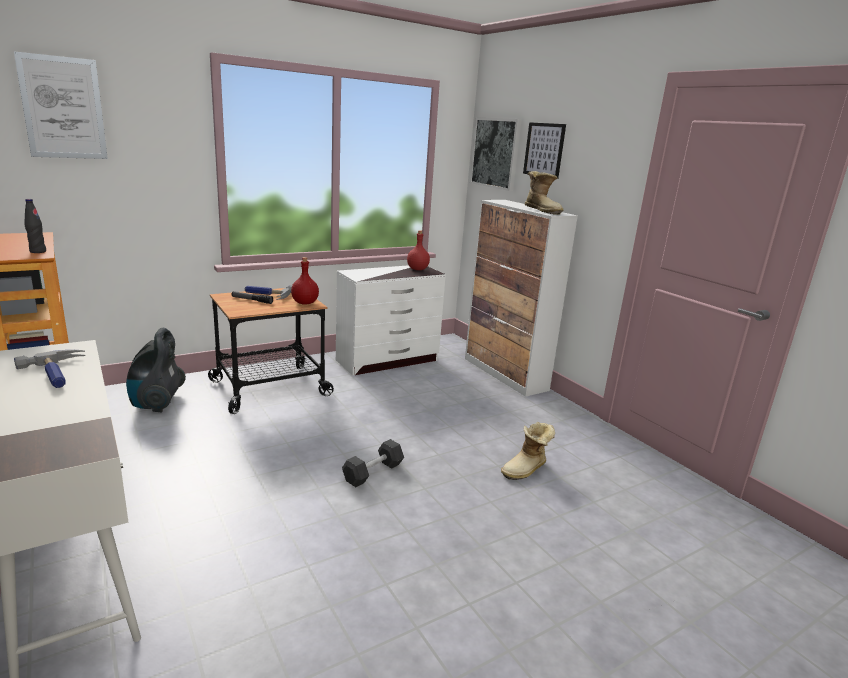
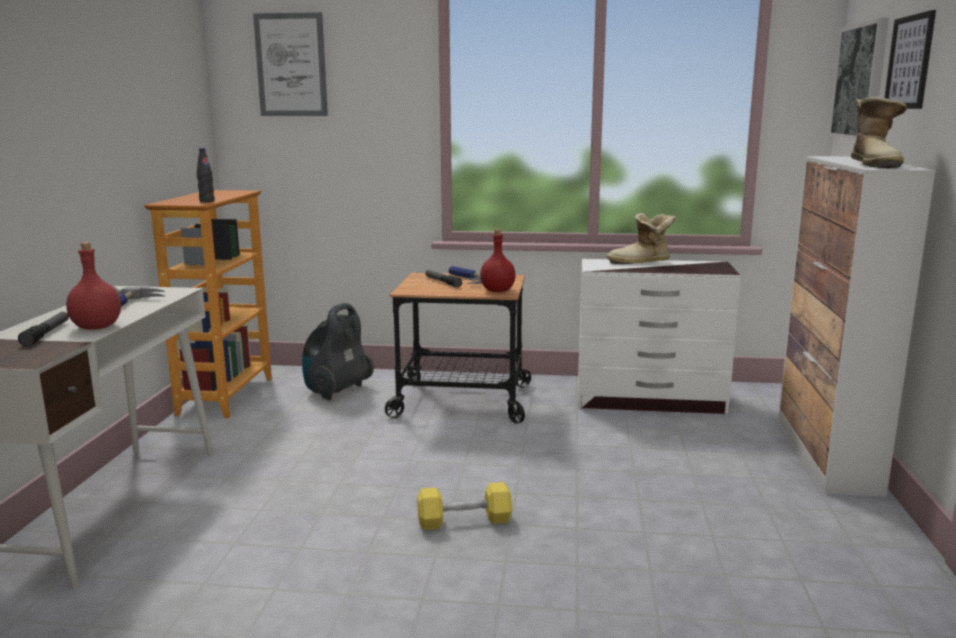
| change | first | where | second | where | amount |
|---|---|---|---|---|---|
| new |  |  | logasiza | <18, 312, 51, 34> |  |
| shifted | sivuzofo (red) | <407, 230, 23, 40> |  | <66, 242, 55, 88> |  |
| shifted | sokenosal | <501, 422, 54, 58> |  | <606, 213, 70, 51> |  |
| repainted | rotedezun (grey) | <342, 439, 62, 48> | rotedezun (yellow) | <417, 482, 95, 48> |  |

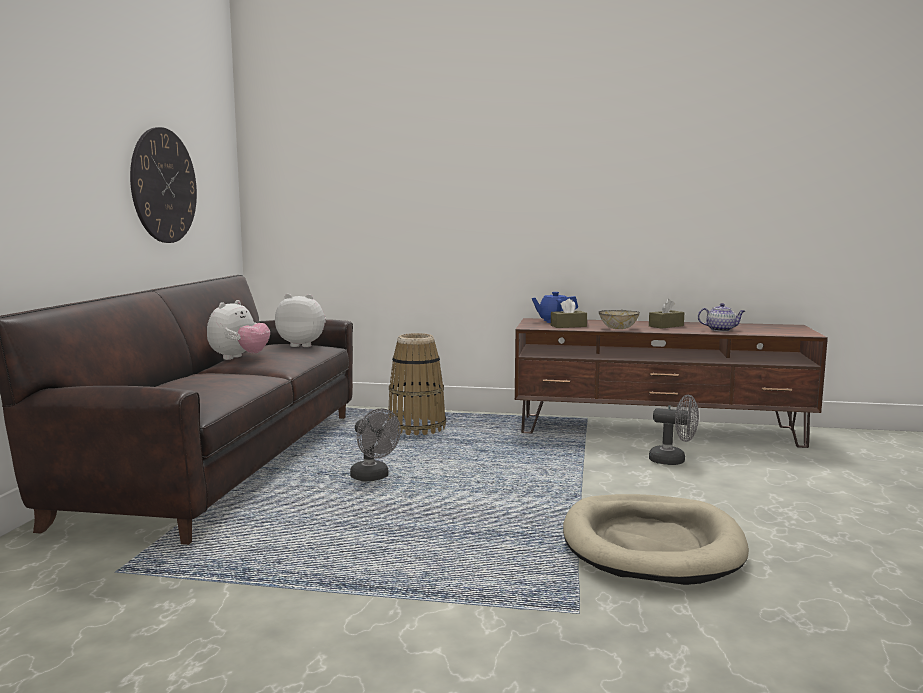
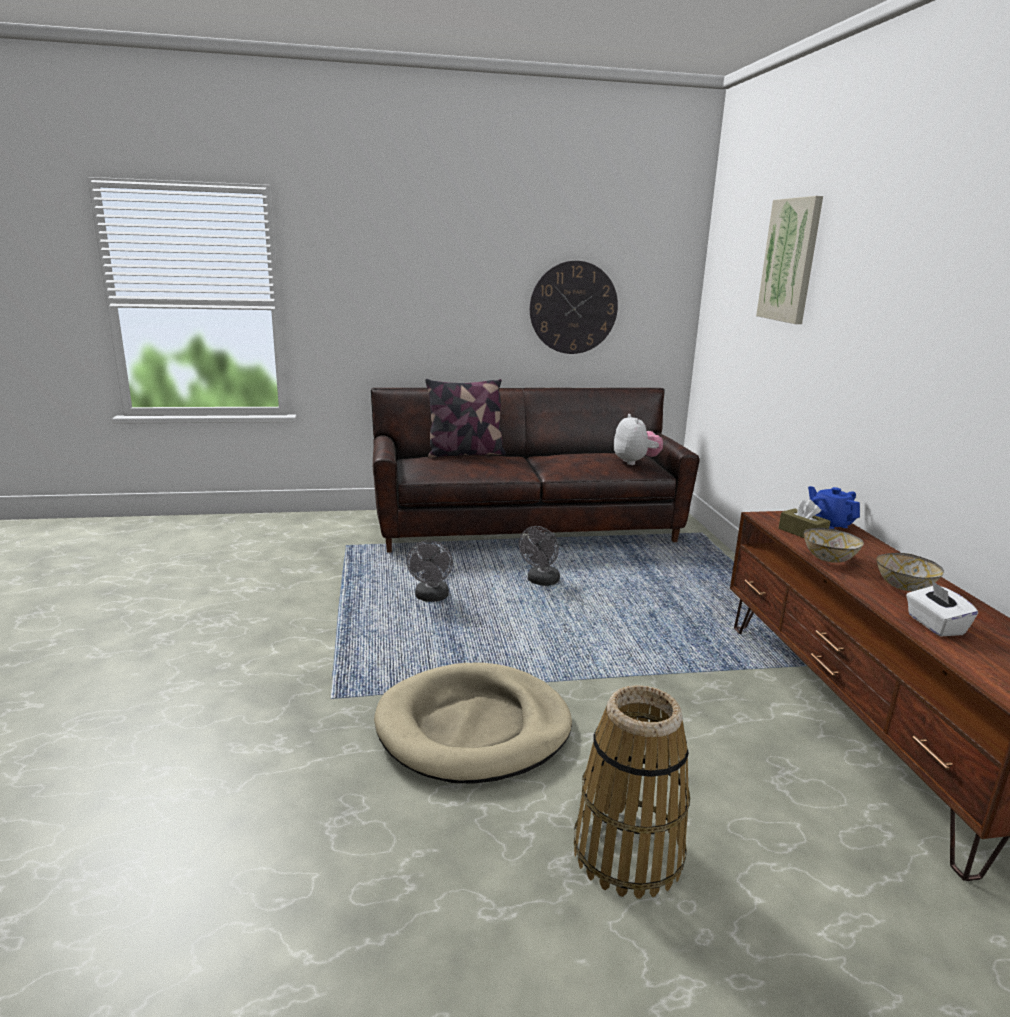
| change | first | where | second | where | amount |
|---|---|---|---|---|---|
| gone | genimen | <207, 300, 63, 60> |  |  |  |
| new |  |  | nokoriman | <425, 379, 81, 79> |  |
| new |  |  | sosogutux | <756, 196, 67, 128> |  |
| shifted | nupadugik | <387, 333, 59, 102> |  | <574, 685, 116, 214> |  |
| shifted | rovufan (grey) | <649, 395, 50, 70> |  | <407, 540, 46, 62> |  |
| swapped | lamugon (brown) | <649, 299, 35, 30> | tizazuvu | <877, 553, 67, 38> |  |
| swapped | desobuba | <698, 303, 47, 29> | lamugon (white) | <906, 580, 72, 57> |  |

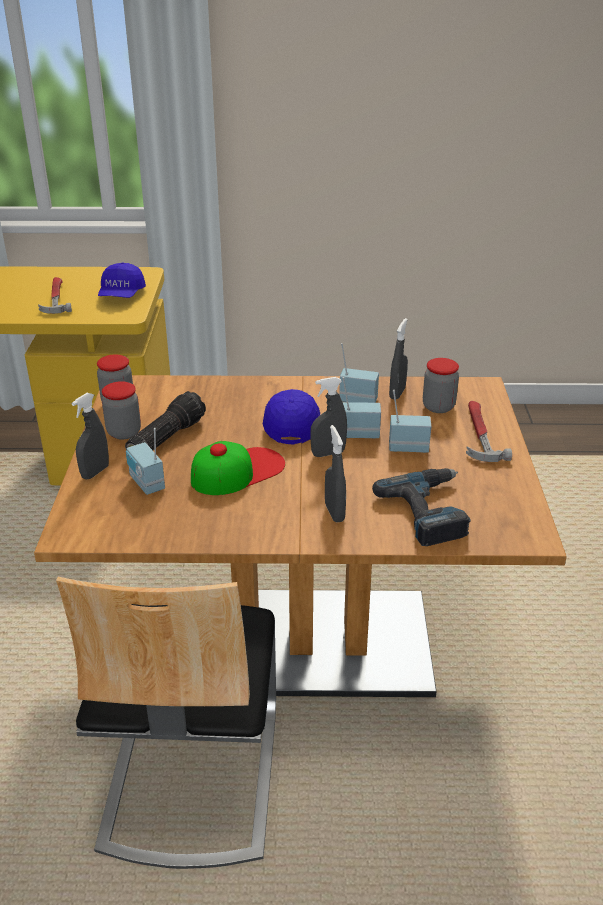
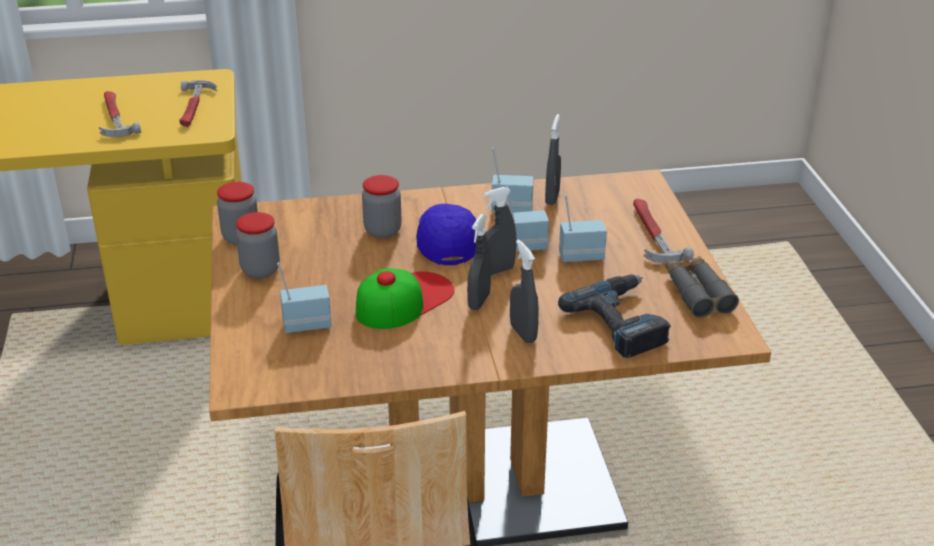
| change | first | where | second | where | amount |
|---|---|---|---|---|---|
| gone | logasiza | <125, 391, 81, 59> |  |  |  |
| new |  |  | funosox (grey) | <665, 256, 74, 62> |  |
| shifted | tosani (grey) | <72, 393, 37, 86> |  | <467, 214, 24, 96> |  |
| shifted | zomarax | <423, 358, 36, 55> |  | <362, 175, 40, 63> |  |
| swapped | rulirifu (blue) | <98, 263, 48, 35> | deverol | <179, 80, 38, 47> |  |
| rotated | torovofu | <126, 428, 39, 67> |  | <277, 262, 55, 71> | 120 degrees clockwise |

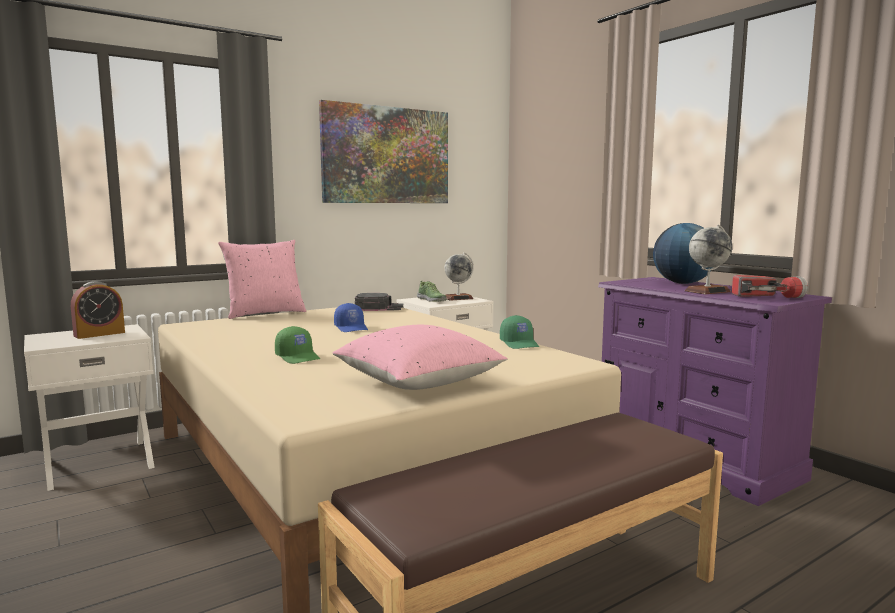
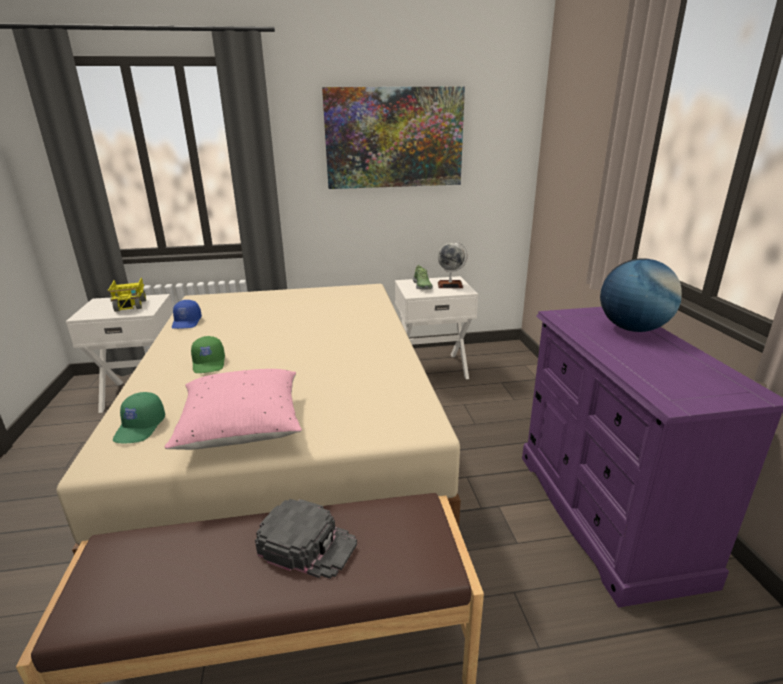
| change | first | where | second | where | amount |
|---|---|---|---|---|---|
| gone | nokoriman (pink) | <218, 240, 88, 79> |  |  |  |
| gone | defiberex | <685, 225, 48, 69> |  |  |  |
| gone | logasiza | <732, 275, 76, 23> |  |  |  |
| shifted | rulirifu (blue) | <334, 303, 34, 29> |  | <172, 300, 30, 29> |  |
| shifted | rulirifu (black) | <355, 293, 48, 18> |  | <255, 499, 102, 80> |  |
| shifted | rulirifu (green) | <500, 315, 39, 34> |  | <113, 392, 52, 52> |  |
| swapped | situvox | <71, 281, 54, 58> | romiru | <108, 277, 38, 35> |  |

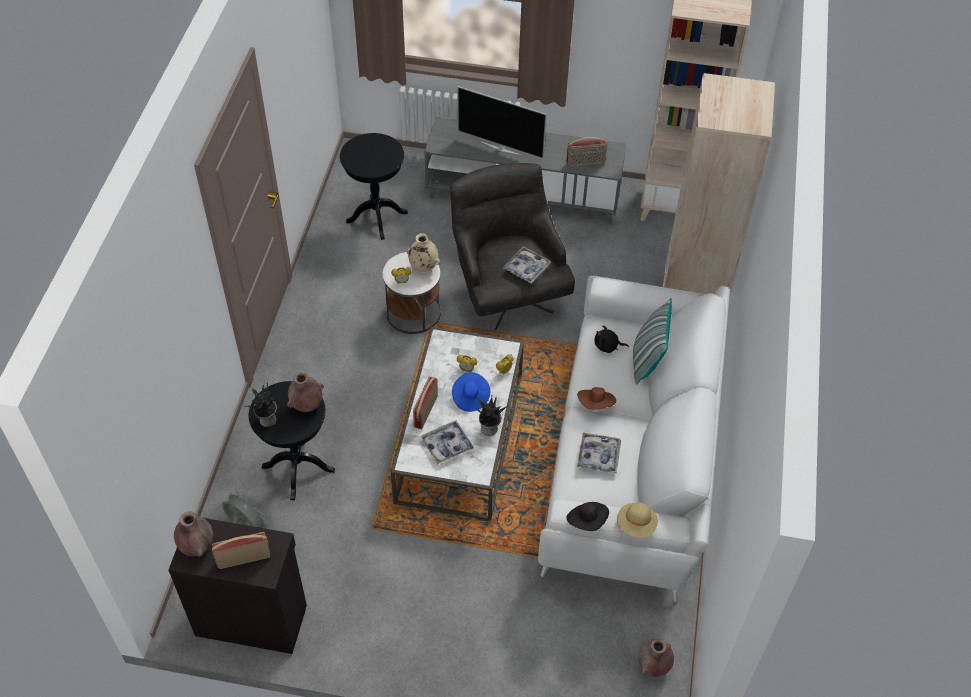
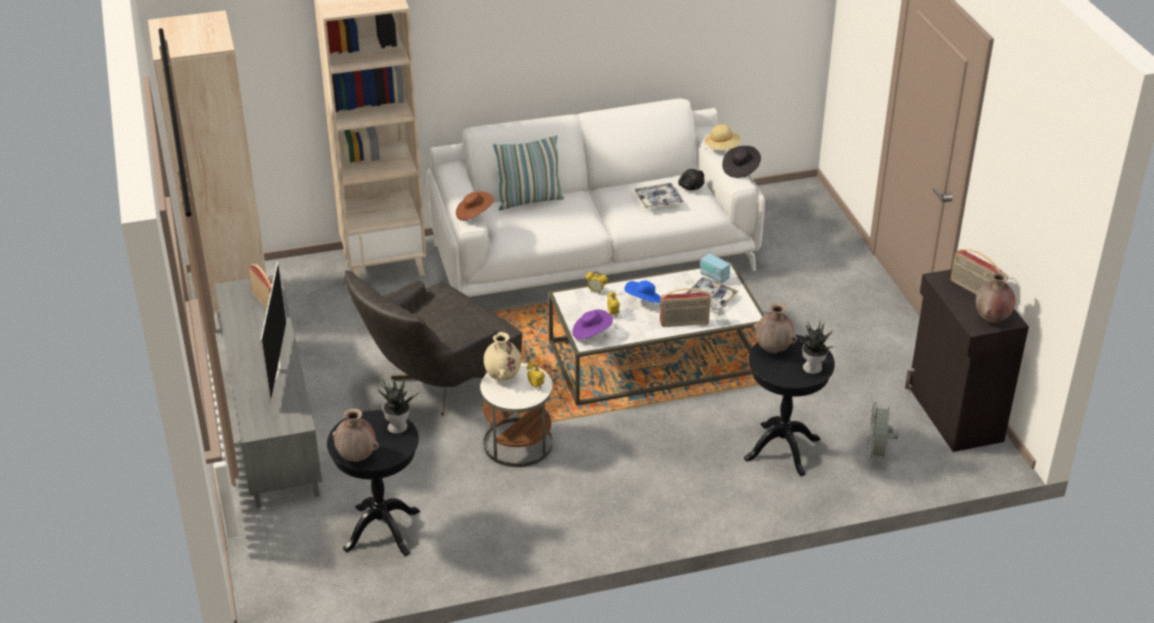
| change | first | where | second | where | amount |
|---|---|---|---|---|---|
| gone | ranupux | <503, 246, 48, 38> |  |  |  |
| new |  |  | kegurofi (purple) | <572, 310, 41, 30> |  |
| new |  |  | torovofu | <700, 253, 31, 31> |  |
| shifted | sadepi | <477, 397, 31, 39> |  | <378, 378, 40, 56> |  |
| shifted | kegurofi (brown) | <577, 387, 39, 23> |  | <456, 191, 38, 30> |  |
| shifted | genimen (black) | <594, 325, 35, 28> |  | <678, 169, 27, 21> |  |
| shifted | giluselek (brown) | <638, 639, 36, 38> |  | <332, 408, 47, 54> |  |

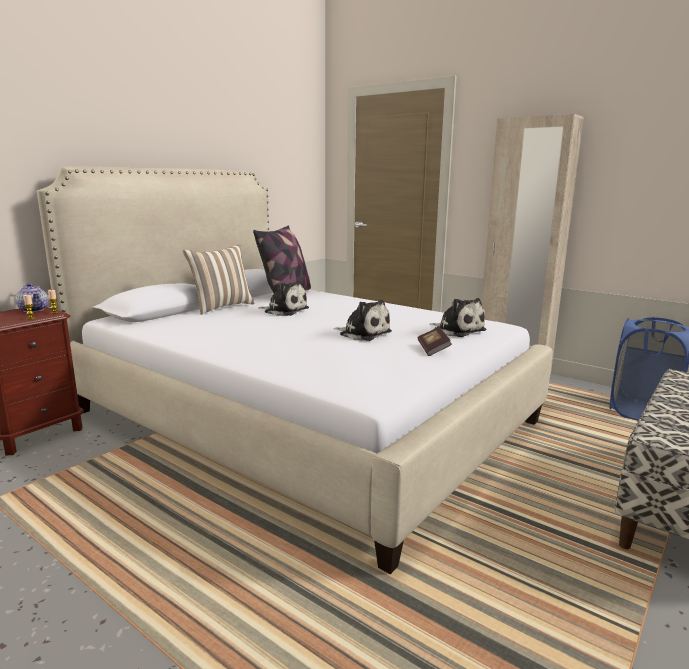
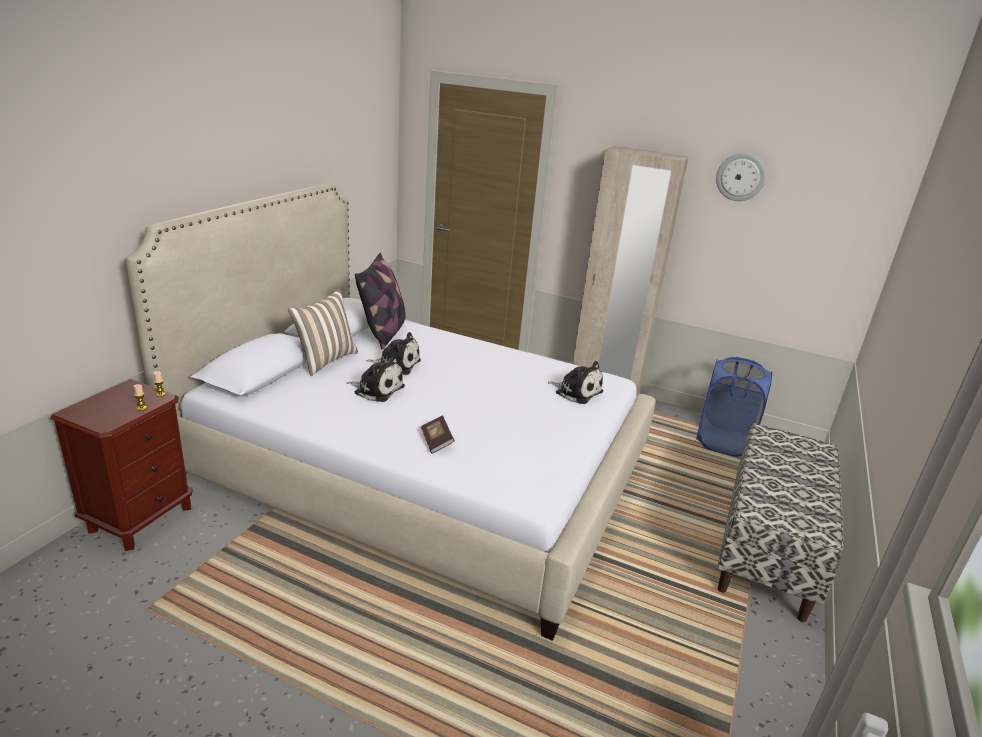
| change | first | where | second | where | amount |
|---|---|---|---|---|---|
| gone | desobuba | <15, 283, 33, 29> |  |  |  |
| new |  |  | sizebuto | <716, 153, 50, 48> |  |
| shifted | genimen | <333, 299, 59, 42> |  | <347, 355, 58, 47> |  |
| shifted | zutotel | <417, 327, 35, 29> |  | <421, 415, 34, 39> |  |

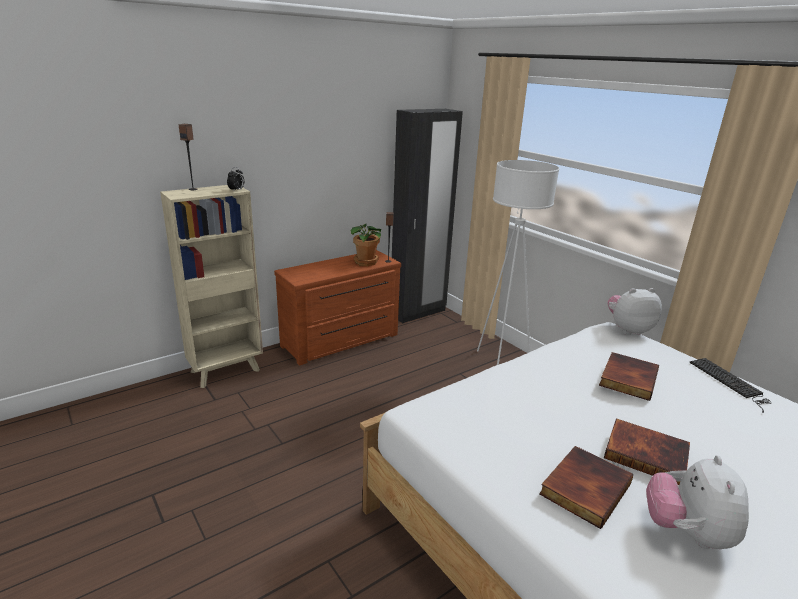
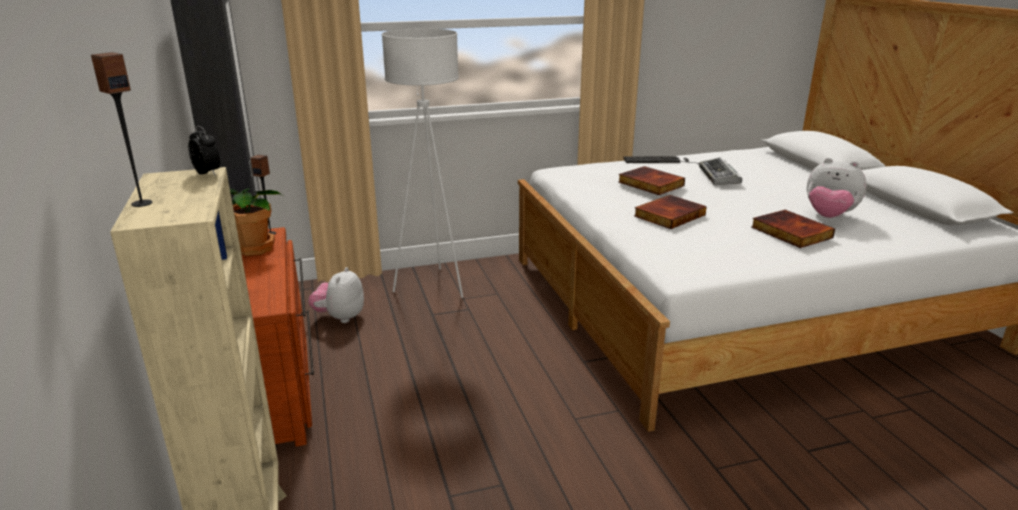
| change | first | where | second | where | amount |
|---|---|---|---|---|---|
| new |  |  | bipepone | <699, 157, 43, 28> |  |
| shifted | zutotel | <604, 418, 86, 67> |  | <634, 195, 73, 34> |  |
| shifted | genimen | <608, 288, 54, 47> |  | <308, 267, 56, 56> |  |

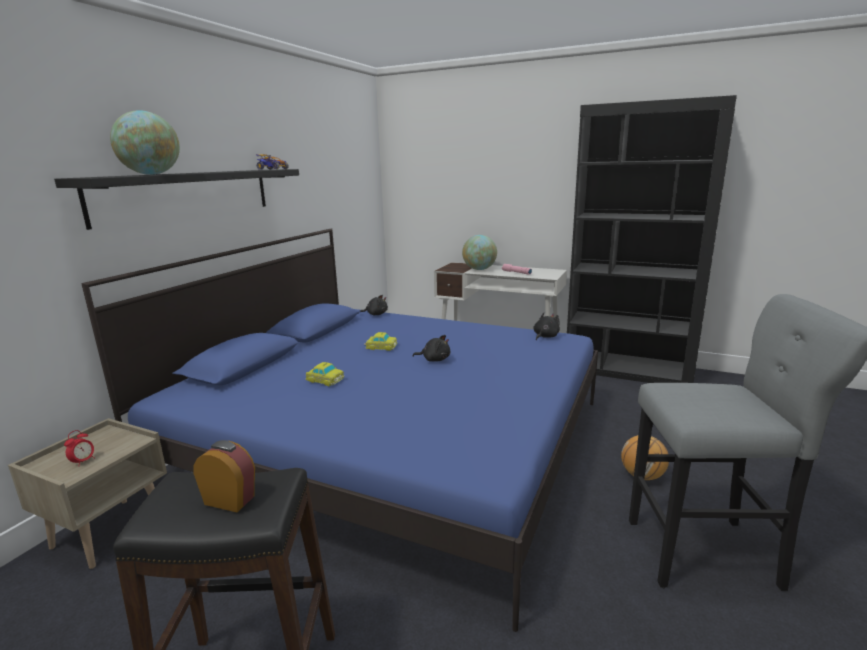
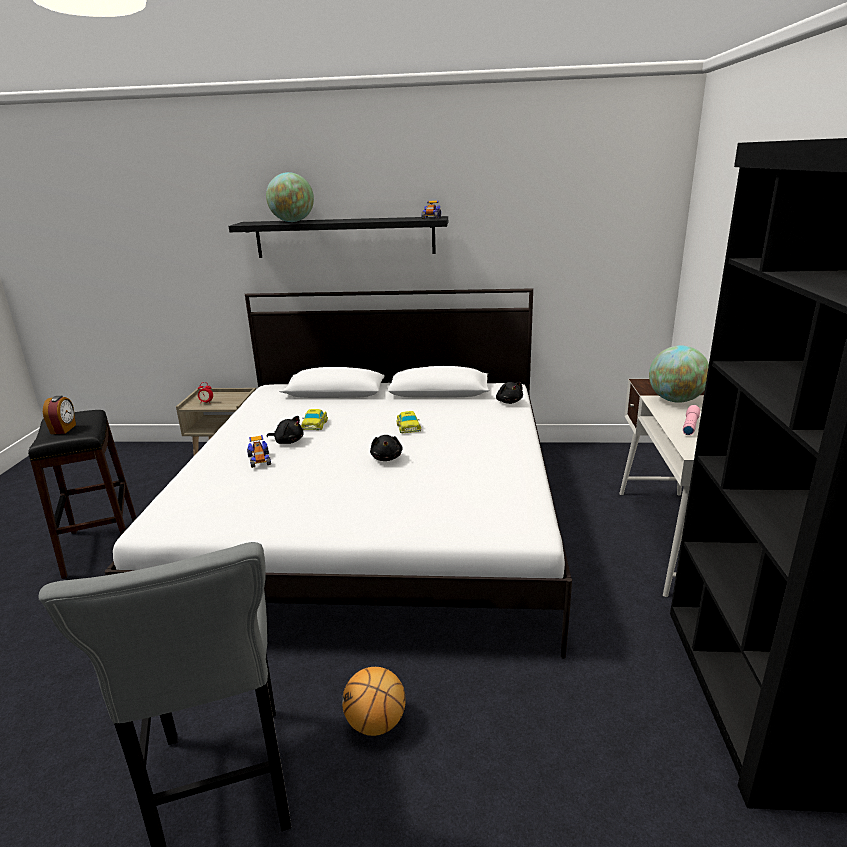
| change | first | where | second | where | amount |
|---|---|---|---|---|---|
| new |  |  | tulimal | <247, 435, 24, 33> |  |
| shifted | genimen (black) | <533, 313, 27, 27> |  | <267, 416, 37, 28> |  |
| repainted | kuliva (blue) | <81, 228, 517, 404> | kuliva (white) | <105, 288, 467, 371> |  |

